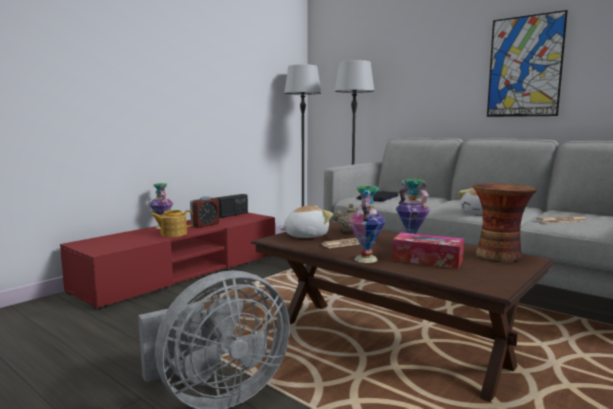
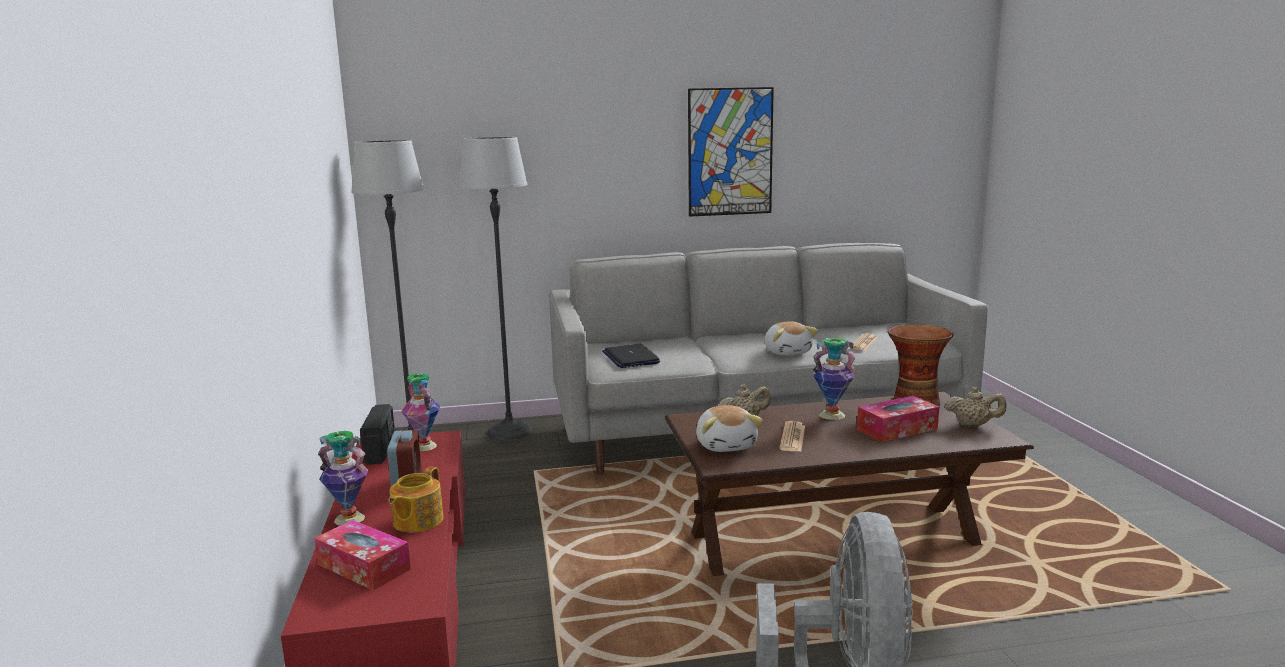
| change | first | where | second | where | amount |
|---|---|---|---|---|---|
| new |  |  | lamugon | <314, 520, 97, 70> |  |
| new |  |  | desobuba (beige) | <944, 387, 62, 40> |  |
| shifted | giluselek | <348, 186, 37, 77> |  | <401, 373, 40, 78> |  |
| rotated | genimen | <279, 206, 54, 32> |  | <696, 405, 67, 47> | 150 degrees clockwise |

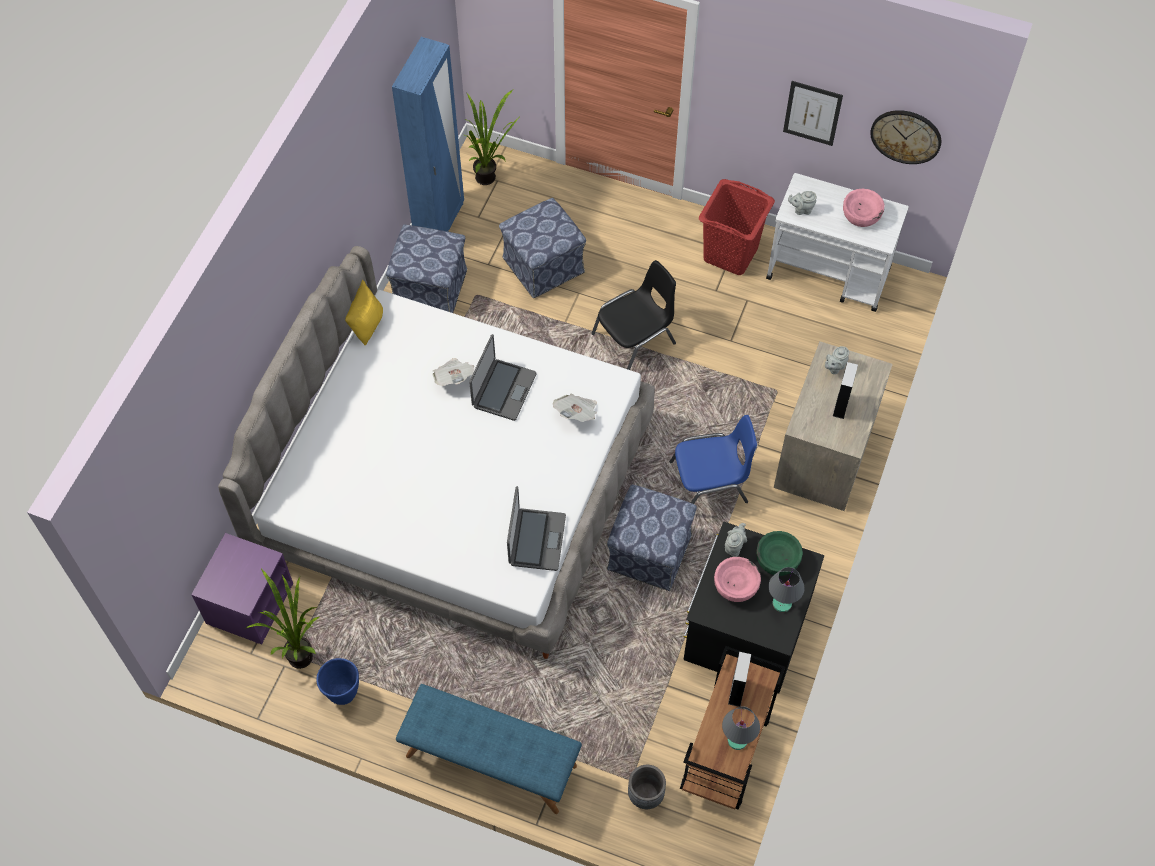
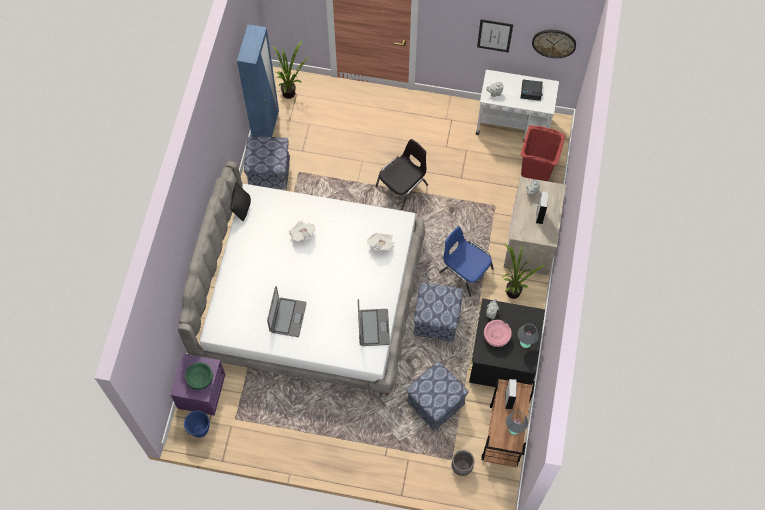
| change | first | where | second | where | amount |
|---|---|---|---|---|---|
| gone | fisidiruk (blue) | <396, 684, 186, 130> |  |  |  |
| shifted | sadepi | <246, 569, 73, 100> |  | <502, 243, 43, 56> |  |
| shifted | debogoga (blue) | <316, 658, 43, 47> |  | <184, 411, 26, 27> |  |
| shifted | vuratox | <469, 334, 68, 87> |  | <267, 286, 40, 51> |  |
| shifted | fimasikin | <499, 198, 87, 100> |  | <406, 361, 63, 70> |  |
| shifted | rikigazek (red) | <699, 179, 76, 96> |  | <521, 125, 44, 56> |  |
| shifted | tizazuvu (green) | <756, 531, 47, 45> |  | <185, 362, 28, 28> |  |
| swapped | tizazuvu (pink) | <843, 189, 42, 38> | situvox | <521, 80, 22, 21> |  |
| repainted | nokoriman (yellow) | <345, 280, 38, 65> | nokoriman (black) | <230, 182, 21, 40> |  |
| rotated | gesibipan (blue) | <670, 415, 87, 89> |  | <439, 226, 55, 71> | 120 degrees counterclockwise |

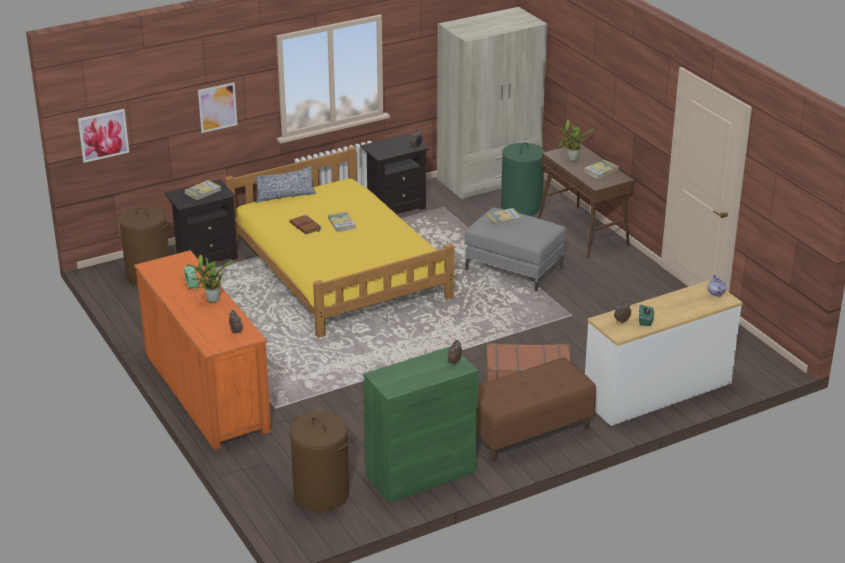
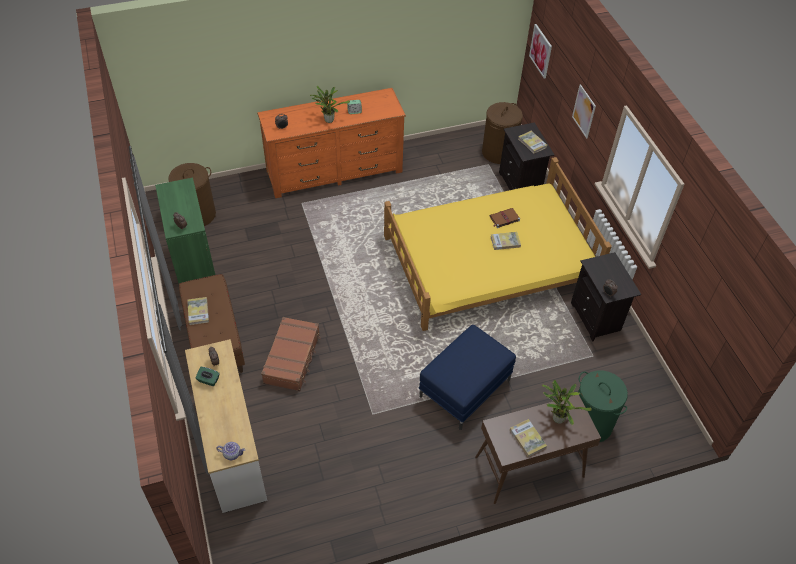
| change | first | where | second | where | amount |
|---|---|---|---|---|---|
| gone | nokoriman | <256, 166, 60, 37> |  |  |  |
| gone | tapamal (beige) | <437, 7, 110, 192> |  |  |  |
| shifted | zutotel | <486, 208, 36, 18> |  | <187, 297, 22, 28> |  |
| repainted | fimasikin (grey) | <465, 207, 101, 85> | fimasikin (blue) | <419, 325, 97, 105> |  |

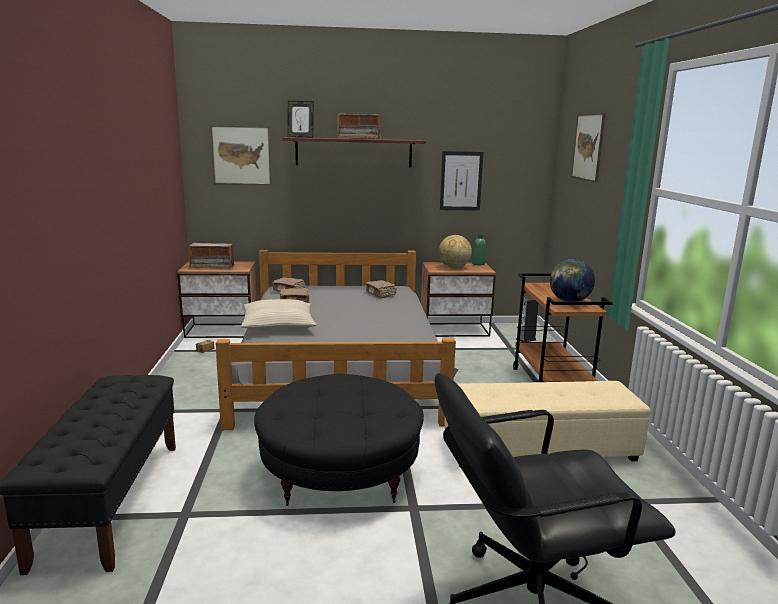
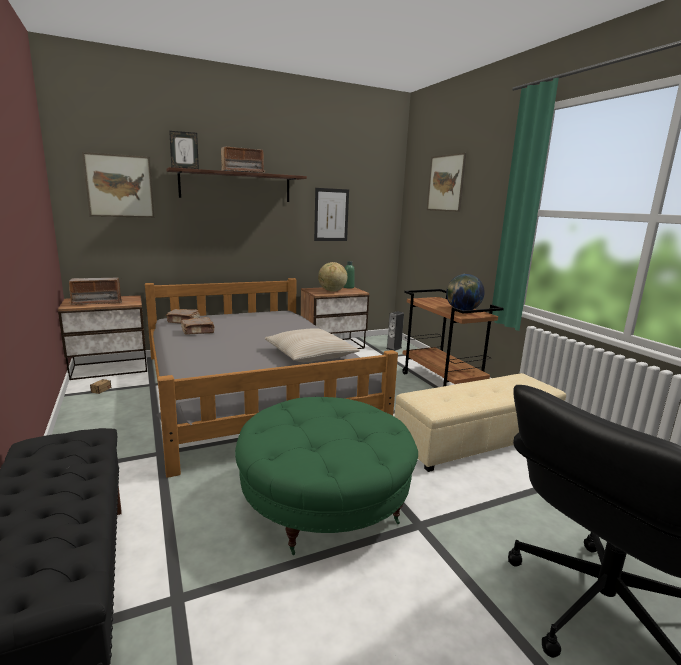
| change | first | where | second | where | amount |
|---|---|---|---|---|---|
| gone | zutotel (brown) | <365, 280, 32, 18> |  |  |  |
| shifted | nokoriman (beige) | <241, 299, 76, 32> |  | <265, 328, 95, 34> |  |
| repainted | fimasikin (black) | <254, 374, 170, 132> | fimasikin (green) | <235, 397, 183, 158> |  |

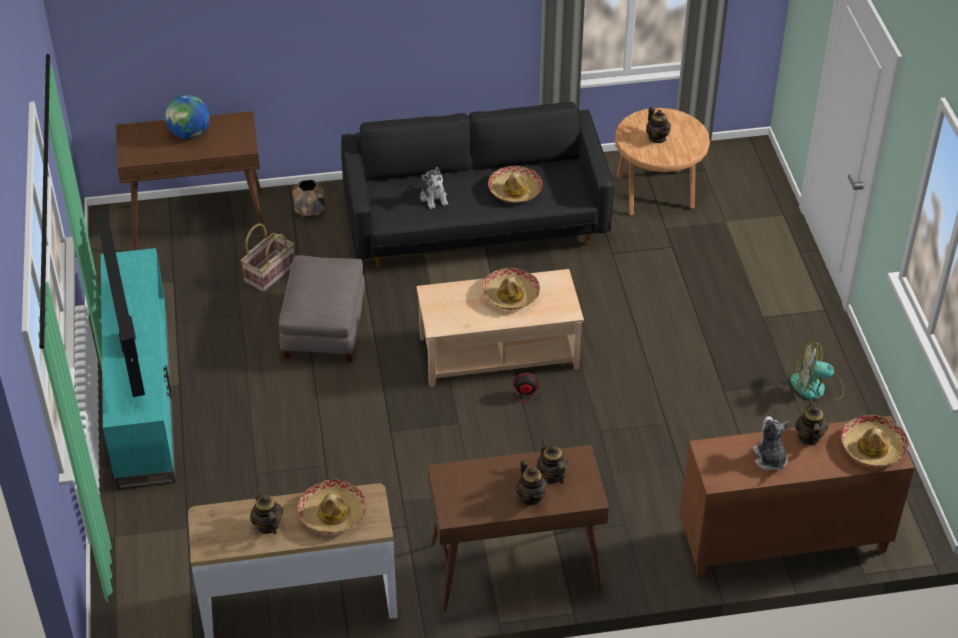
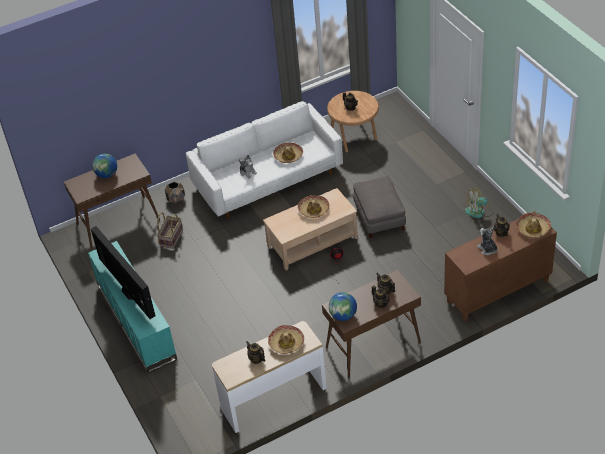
| change | first | where | second | where | amount |
|---|---|---|---|---|---|
| new |  |  | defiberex | <329, 292, 28, 29> |  |
| shifted | fimasikin (grey) | <279, 255, 86, 107> |  | <353, 176, 53, 62> |  |
| repainted | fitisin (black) | <341, 102, 273, 166> | fitisin (white) | <186, 101, 157, 117> |  |

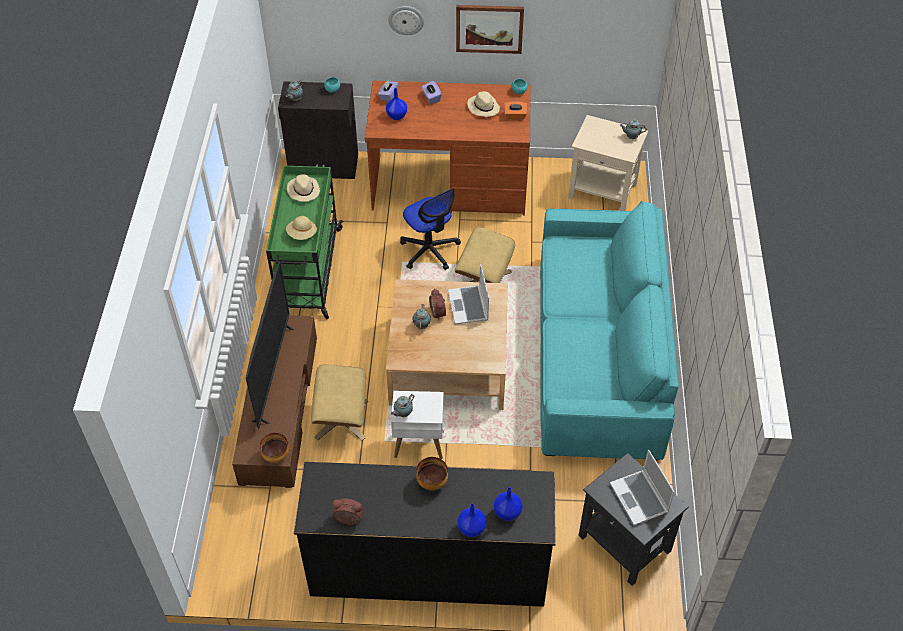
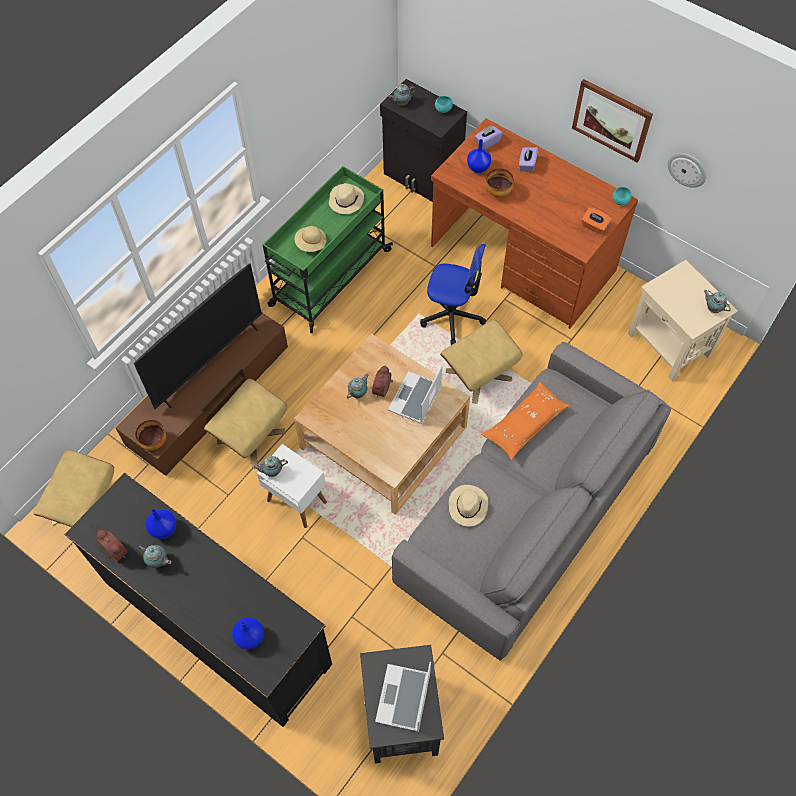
| change | first | where | second | where | amount |
|---|---|---|---|---|---|
| new |  |  | fimasikin (beige) | <33, 450, 81, 77> |  |
| new |  |  | desobuba | <139, 545, 32, 23> |  |
| new |  |  | nokoriman (orange) | <481, 382, 89, 78> |  |
| shifted | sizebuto | <388, 6, 36, 29> |  | <667, 153, 40, 35> |  |
| shifted | tizazuvu | <416, 457, 32, 33> |  | <485, 169, 29, 28> |  |
| shifted | giluselek (blue) | <457, 504, 30, 33> |  | <146, 509, 30, 30> |  |
| shifted | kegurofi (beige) | <467, 91, 33, 26> |  | <449, 485, 39, 41> |  |
| repainted | fitisin (turquoise) | <540, 201, 139, 260> | fitisin (grey) | <392, 342, 279, 319> |  |
| rotated | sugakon | <400, 188, 61, 82> |  | <420, 244, 66, 101> | 75 degrees counterclockwise |

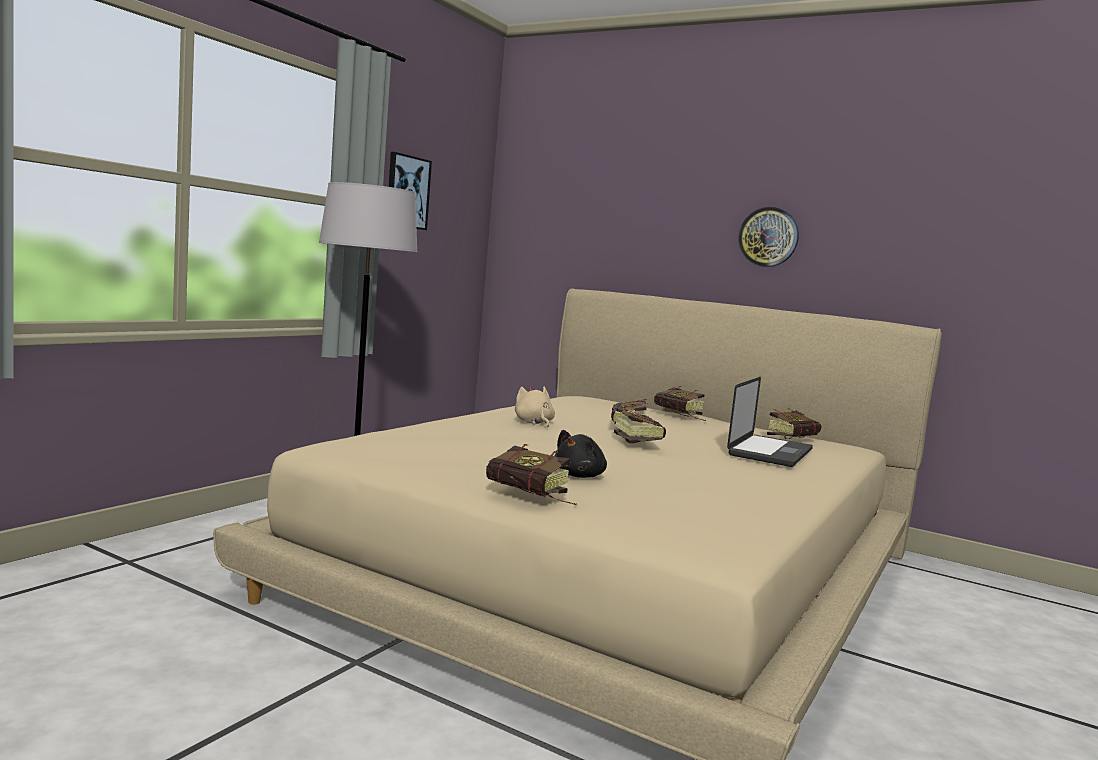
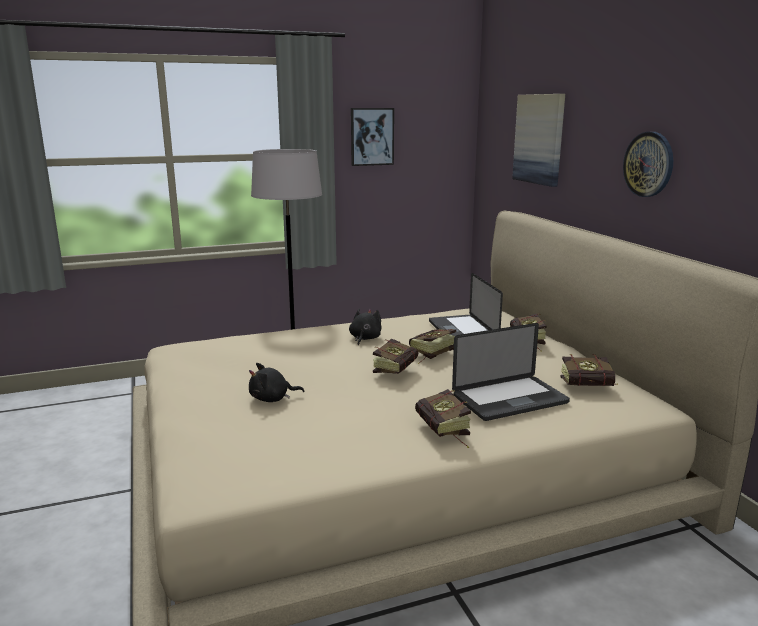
| change | first | where | second | where | amount |
|---|---|---|---|---|---|
| new |  |  | vuratox | <429, 273, 74, 72> |  |
| new |  |  | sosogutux | <512, 94, 53, 93> |  |
| shifted | zutotel | <486, 444, 91, 62> |  | <415, 389, 56, 59> |  |
| repainted | genimen (beige) | <515, 386, 40, 41> | genimen (black) | <349, 309, 33, 36> |  |

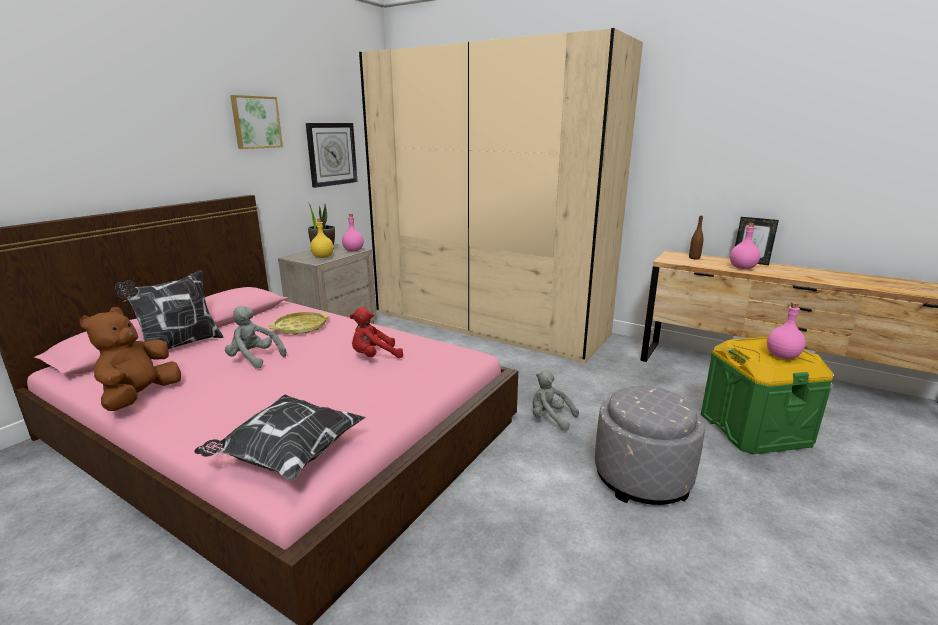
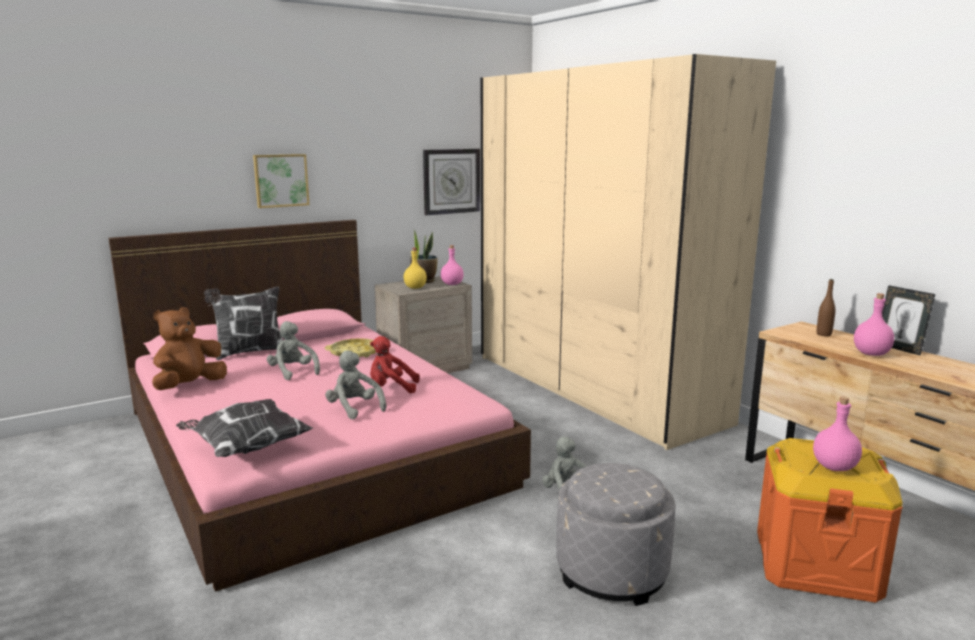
| change | first | where | second | where | amount |
|---|---|---|---|---|---|
| new |  |  | genimen (grey) | <325, 350, 62, 70> |  |
| shifted | sosogutux | <230, 95, 53, 54> |  | <253, 154, 57, 54> |  |
| repainted | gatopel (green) | <701, 337, 132, 117> | gatopel (orange) | <757, 438, 146, 165> |  |

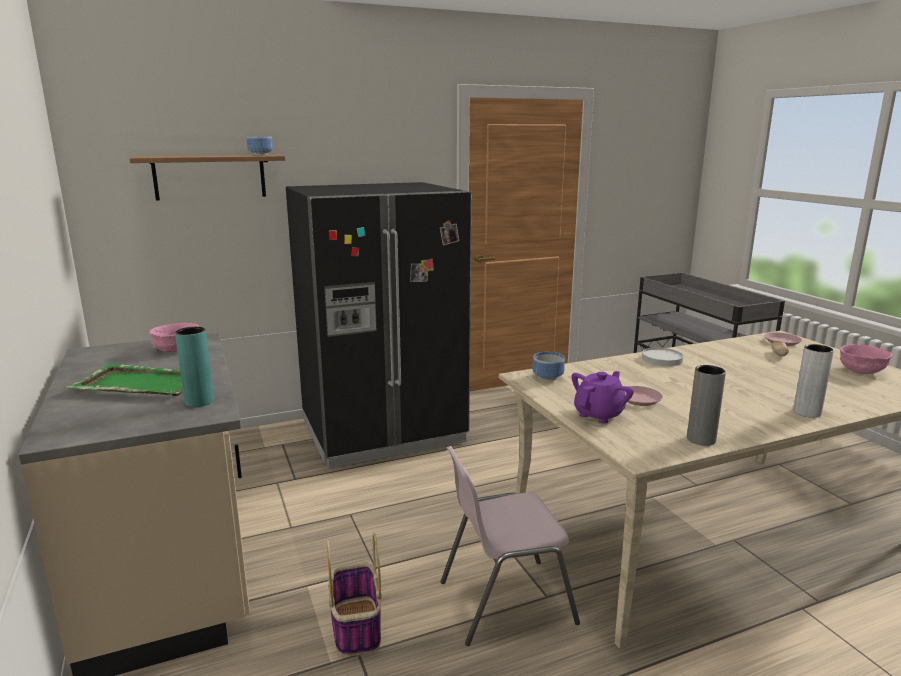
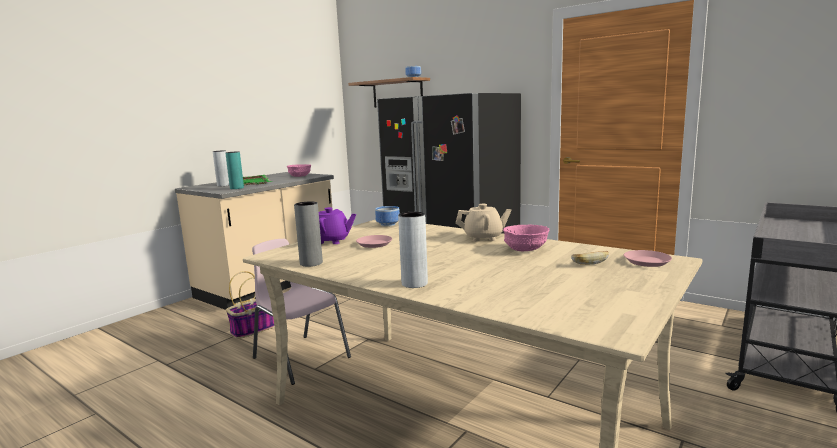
| change | first | where | second | where | amount |
|---|---|---|---|---|---|
| new |  |  | giluselek (grey) | <213, 150, 16, 36> |  |
| shifted | tizazuvu (pink) | <840, 344, 52, 30> |  | <503, 225, 47, 26> |  |
| swapped | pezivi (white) | <642, 348, 42, 18> | desobuba (beige) | <456, 204, 55, 38> |  |

